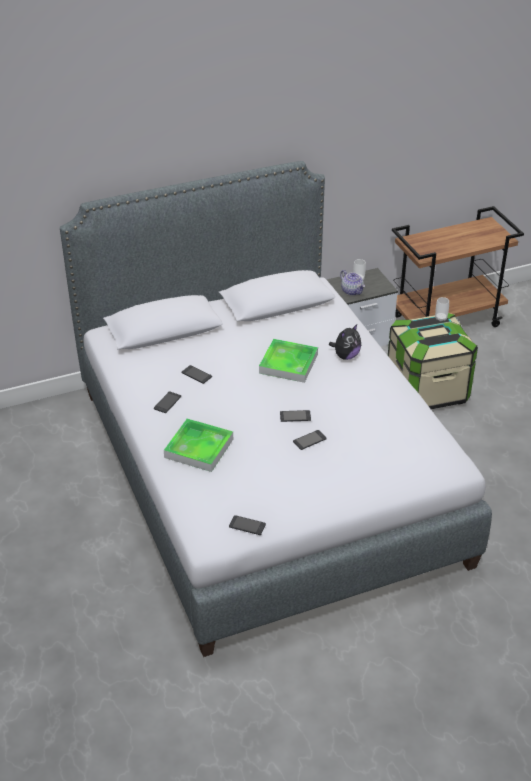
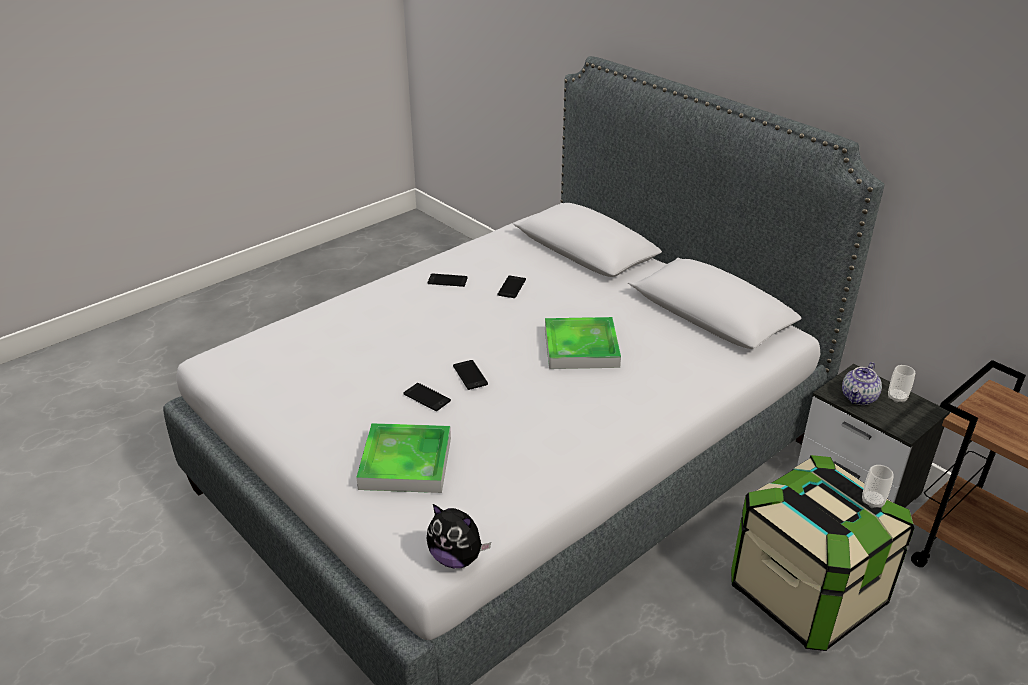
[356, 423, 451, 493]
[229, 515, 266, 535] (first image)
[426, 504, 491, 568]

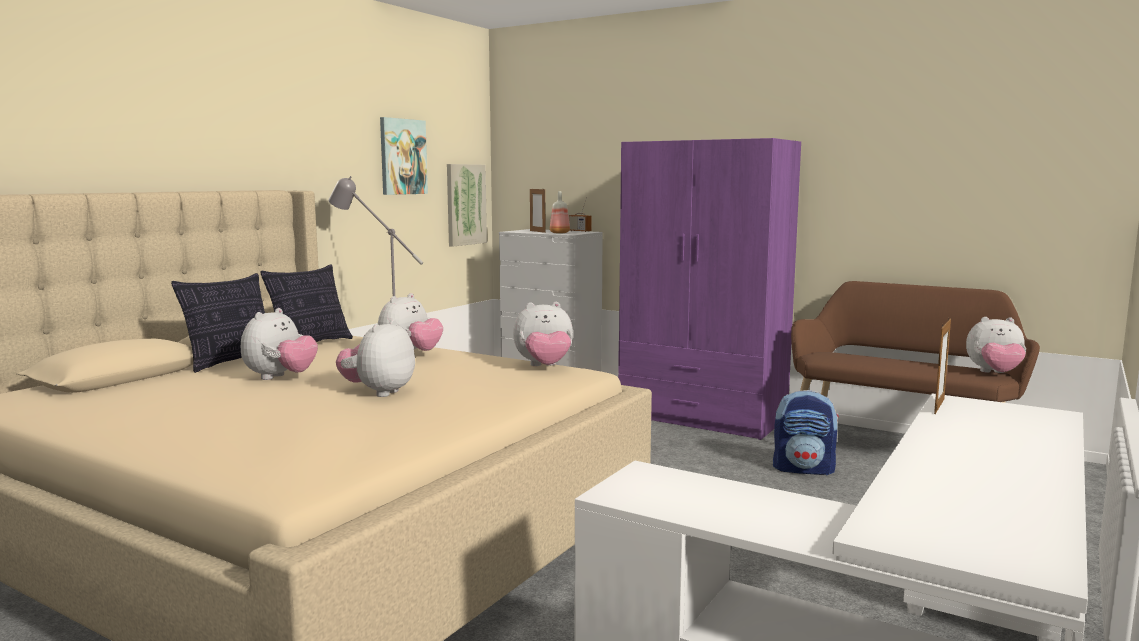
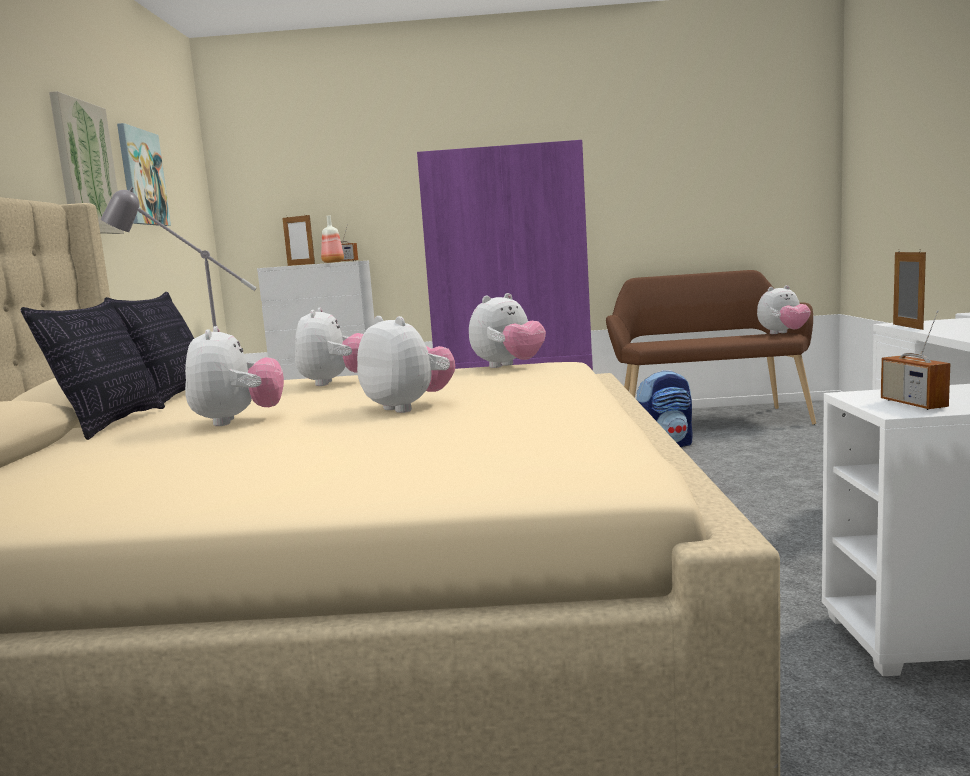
[357, 316, 455, 413]
[49, 91, 124, 234]
[881, 310, 950, 410]

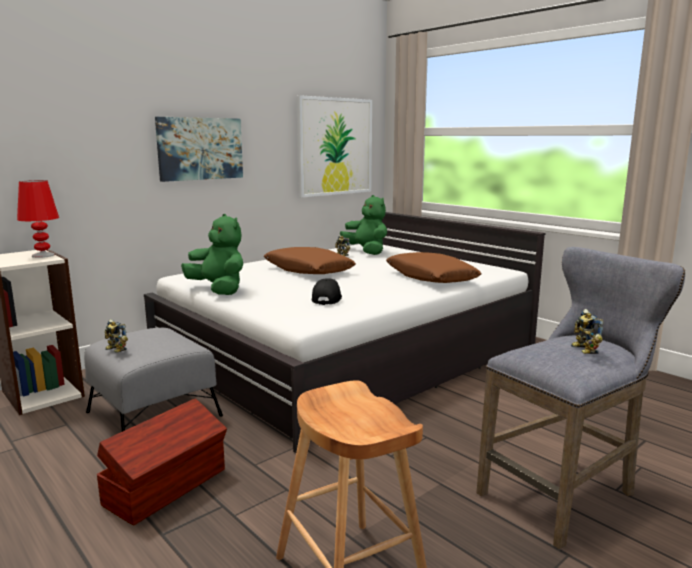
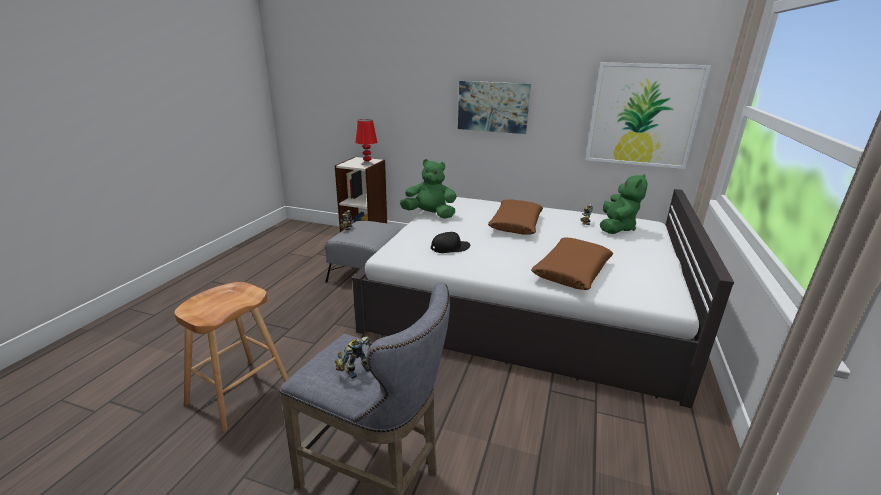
[97, 398, 227, 526] (first image)
[400, 159, 457, 218]

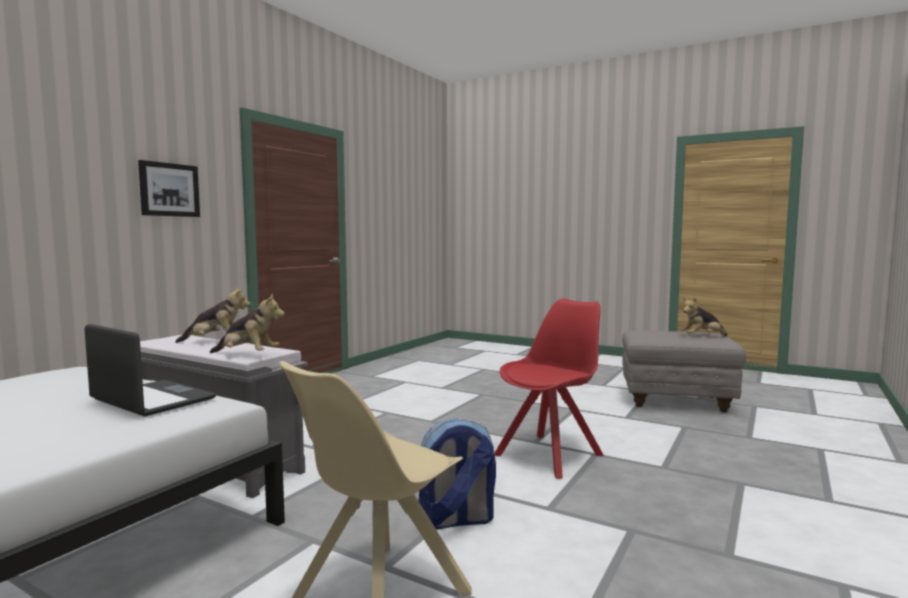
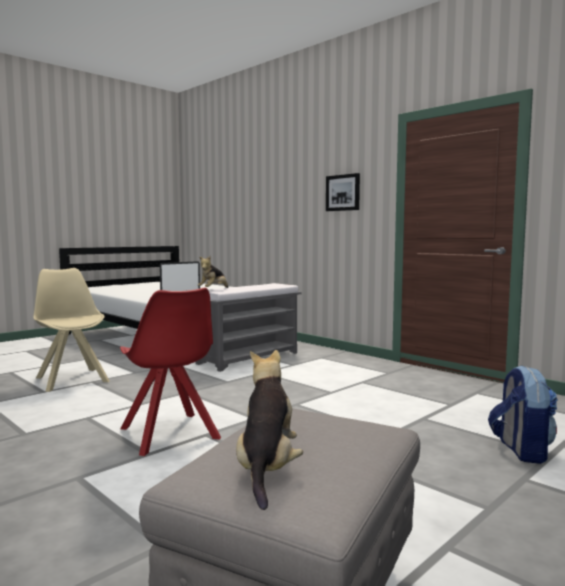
[175, 286, 251, 343] (first image)
[488, 365, 558, 464]

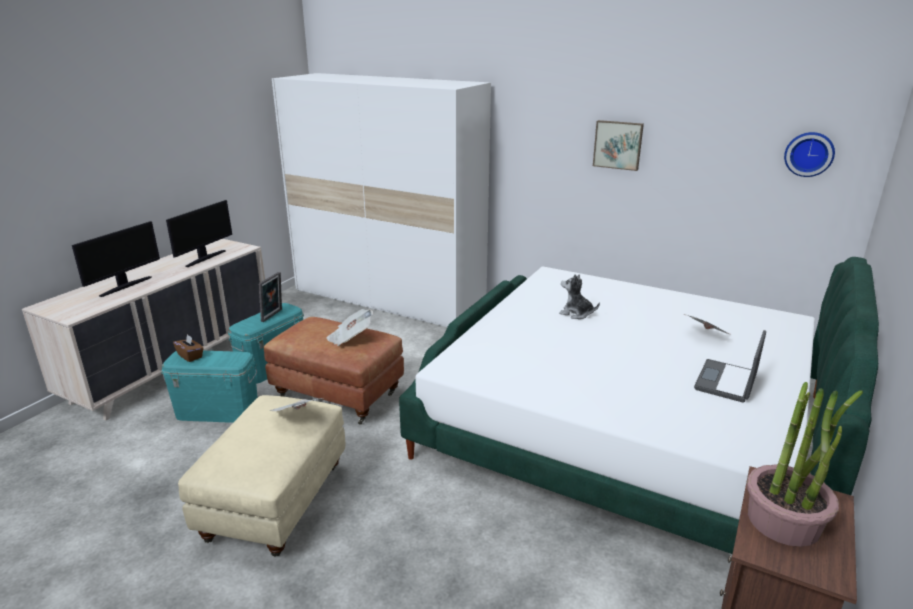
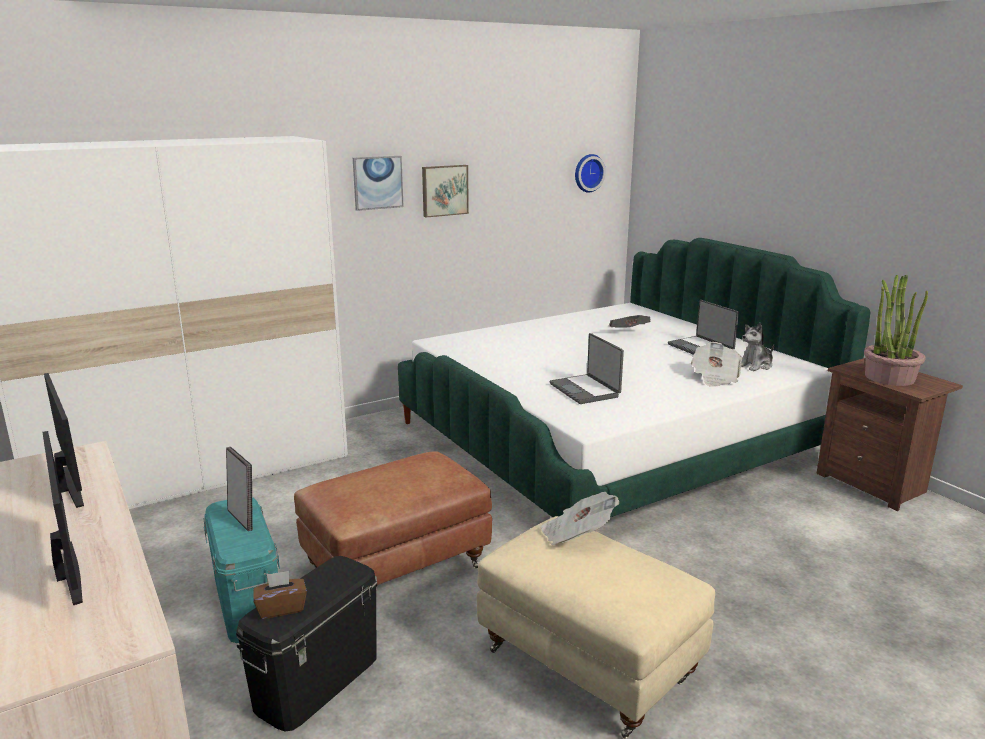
[236, 556, 377, 731]
[691, 342, 742, 387]
[741, 322, 774, 371]
[353, 156, 404, 211]
[549, 333, 624, 404]

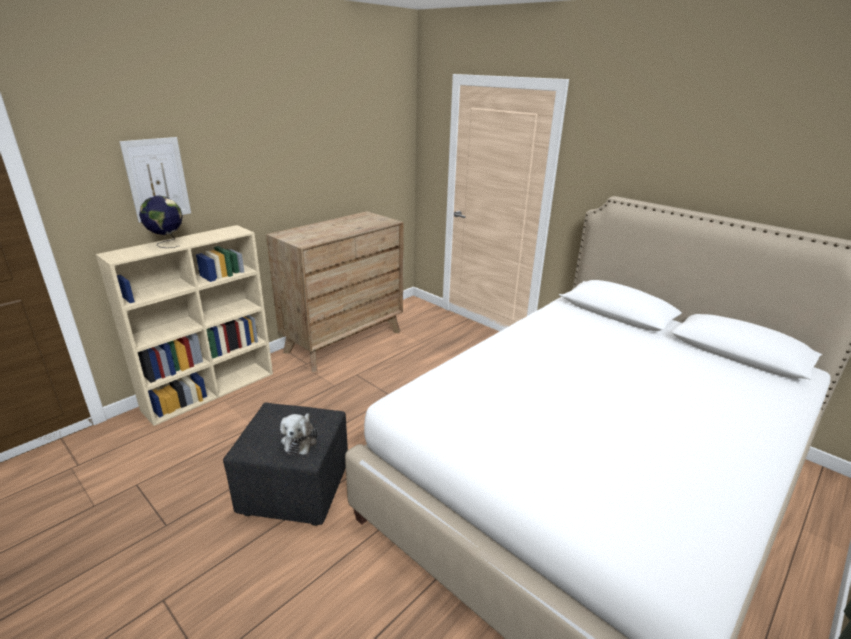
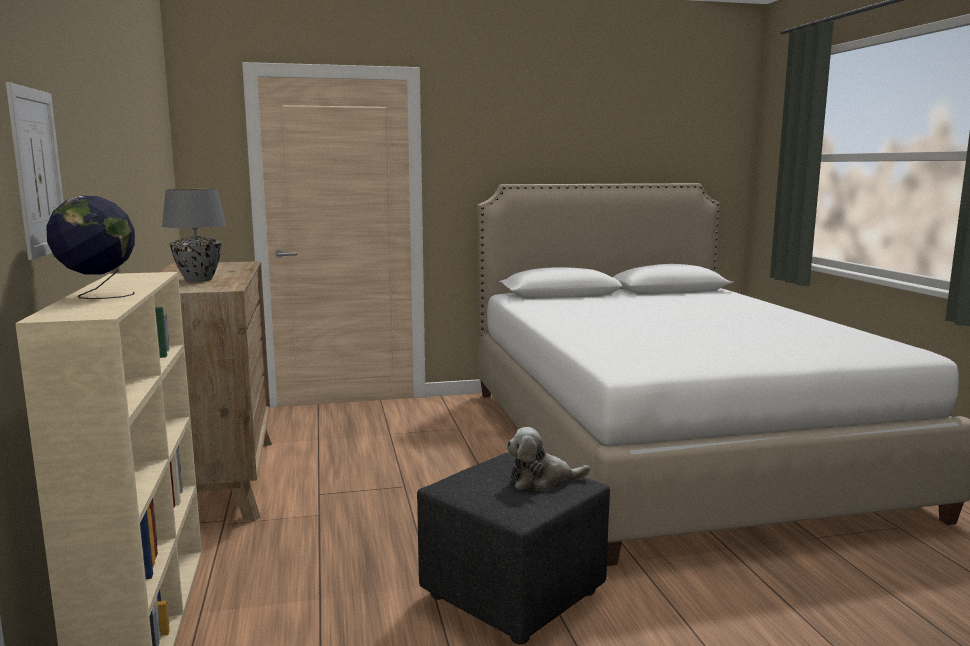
[506, 427, 590, 491]
[162, 189, 226, 282]

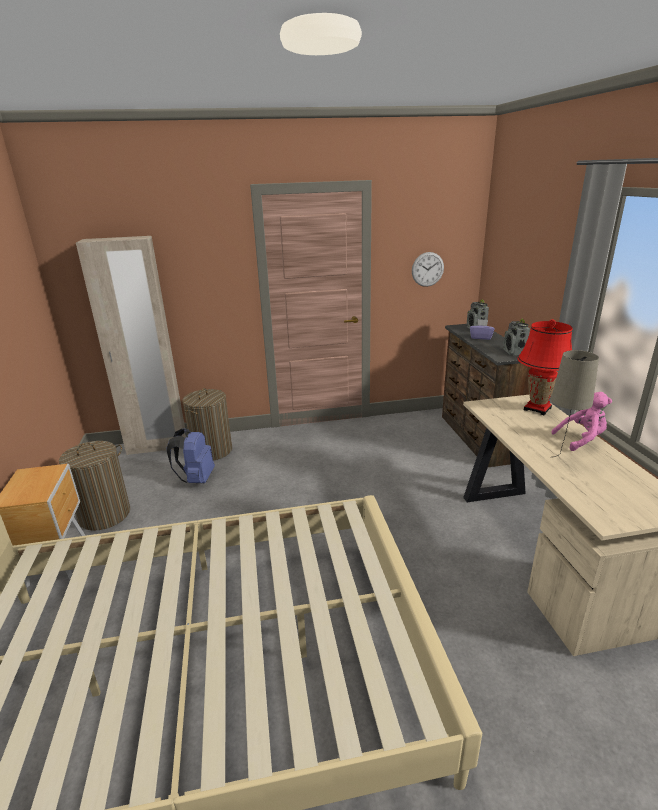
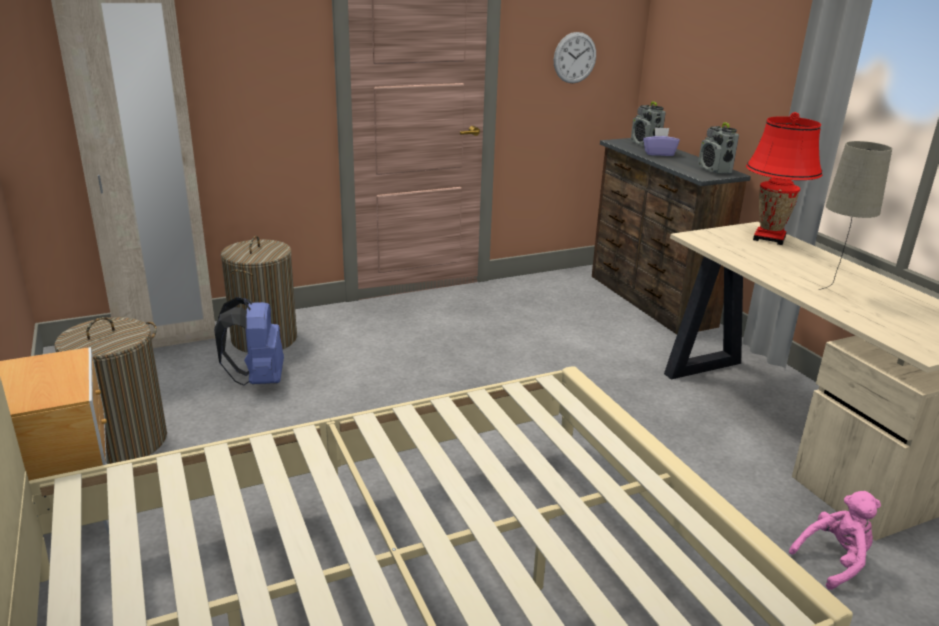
[789, 491, 881, 590]

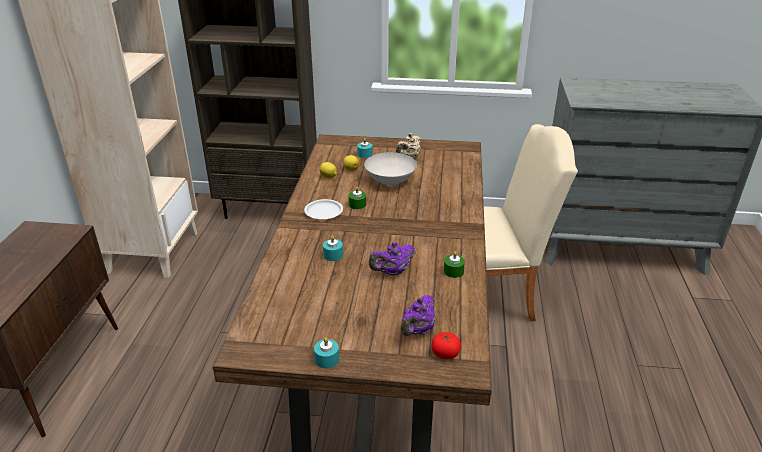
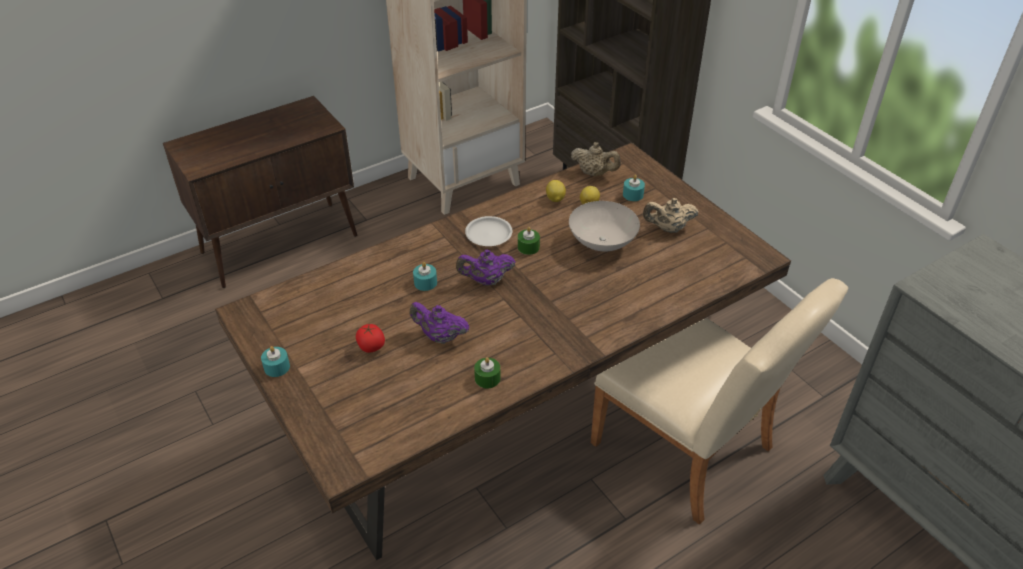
[456, 249, 515, 286]
[356, 324, 385, 353]
[571, 142, 621, 176]

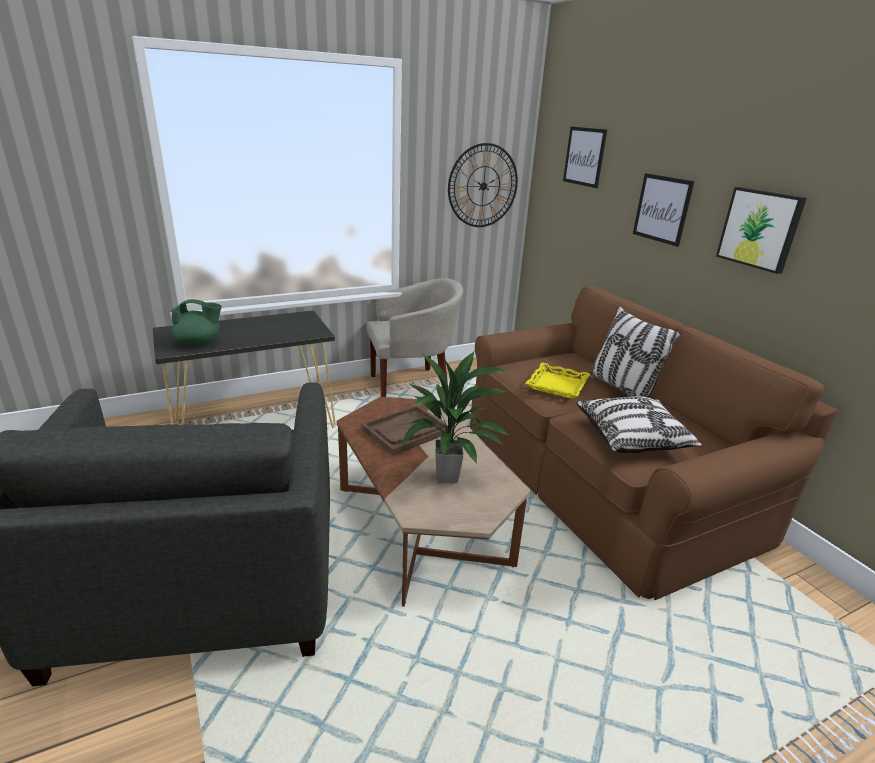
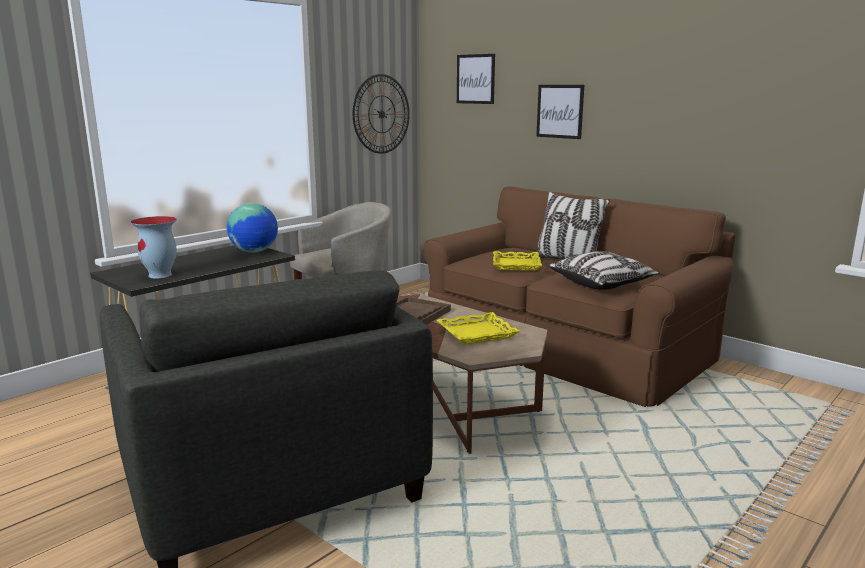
[130, 216, 177, 278]
[437, 312, 520, 345]
[716, 187, 807, 274] (first image)
[227, 203, 278, 253]

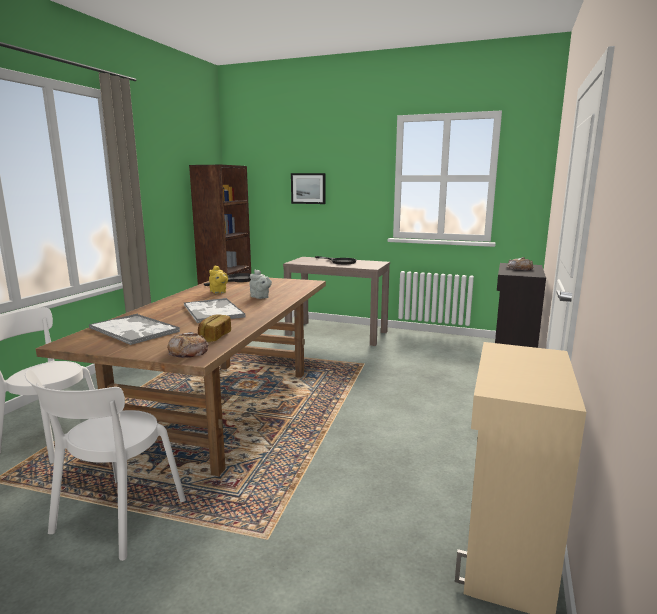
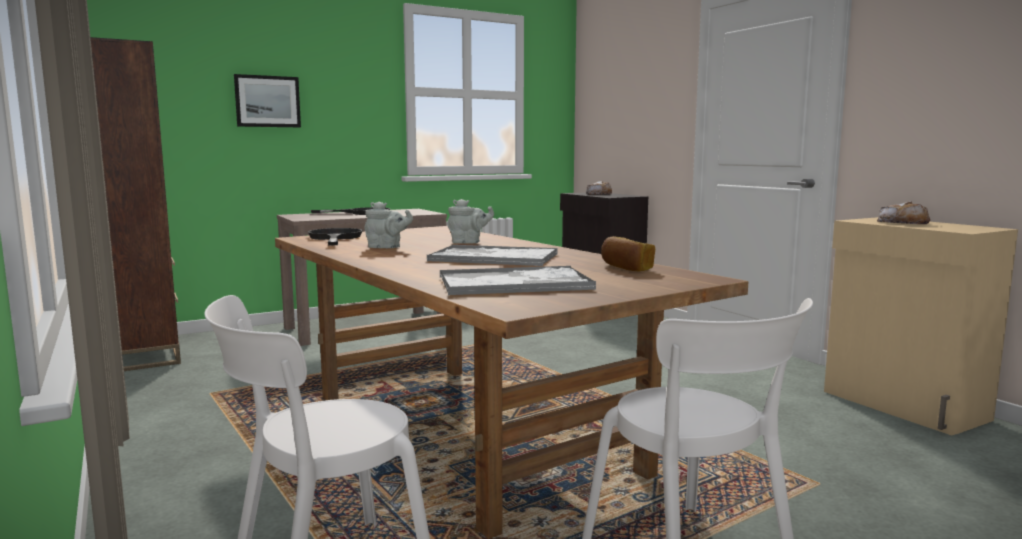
[877, 201, 930, 224]
[365, 201, 413, 248]

